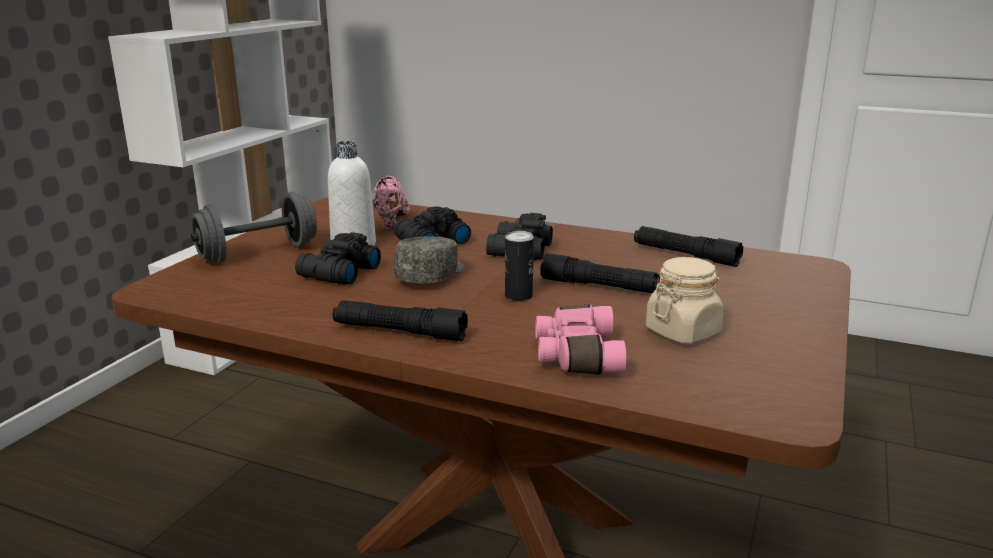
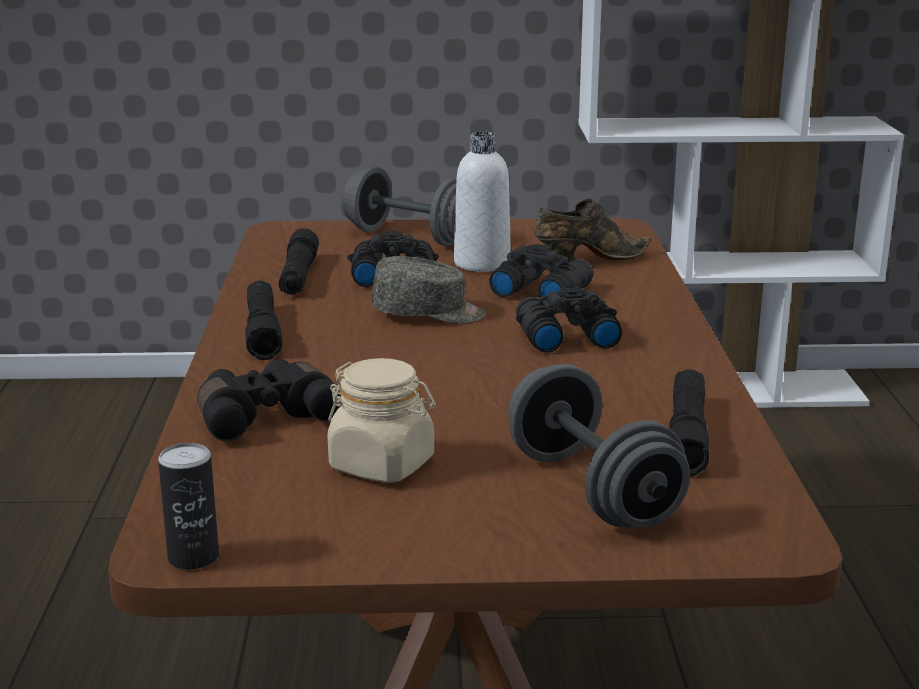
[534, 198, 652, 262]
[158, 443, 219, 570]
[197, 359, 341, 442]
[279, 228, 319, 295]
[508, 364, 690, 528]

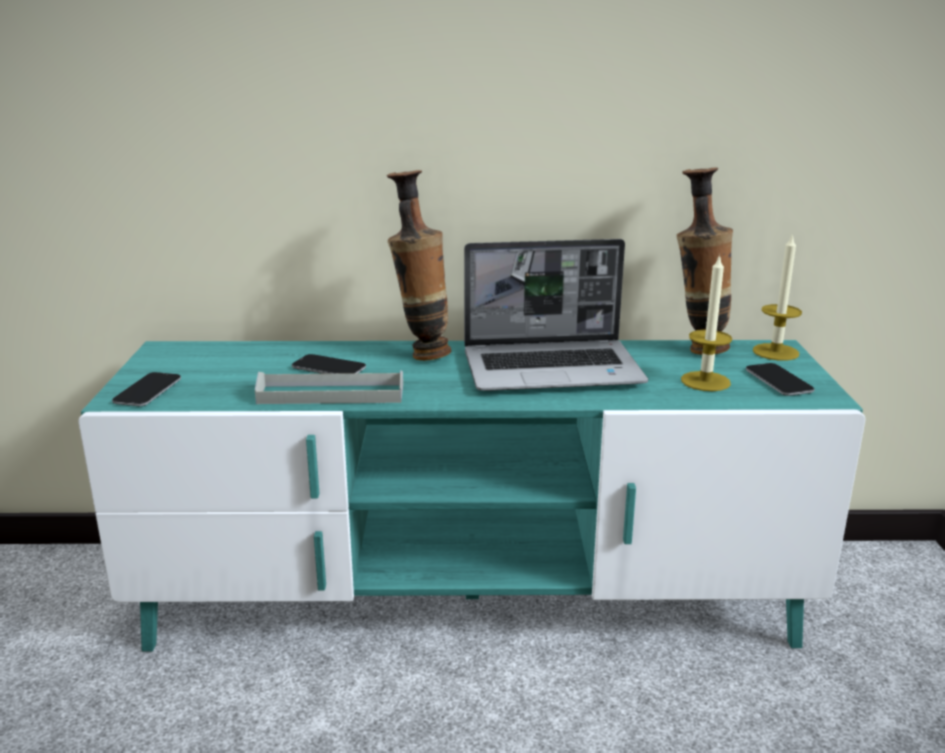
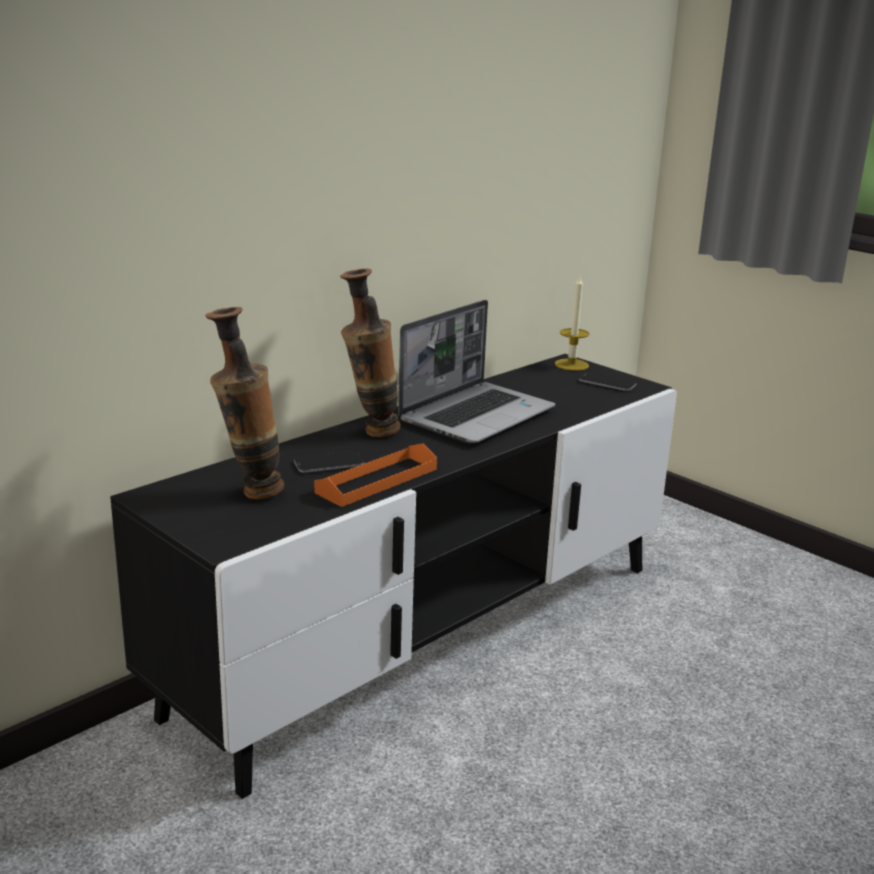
[110, 354, 677, 799]
[112, 372, 181, 406] (first image)
[314, 443, 437, 507]
[205, 307, 284, 499]
[681, 254, 732, 391] (first image)

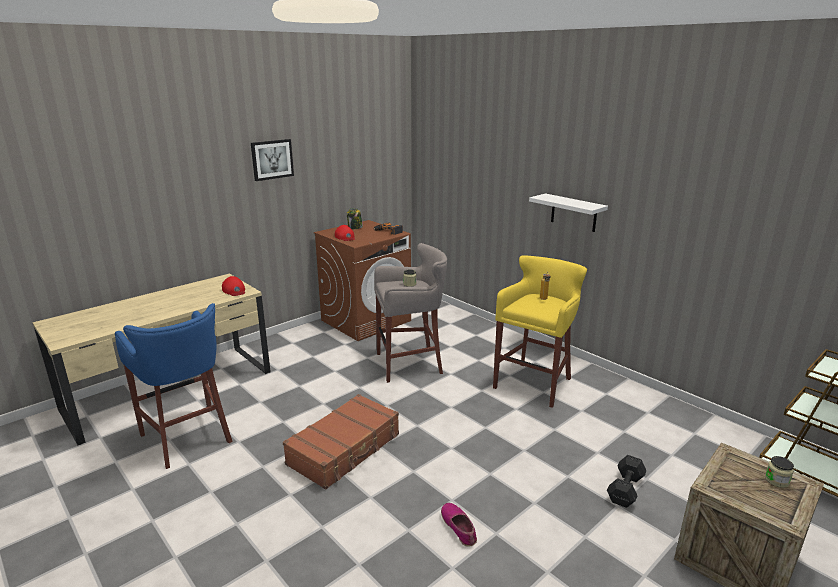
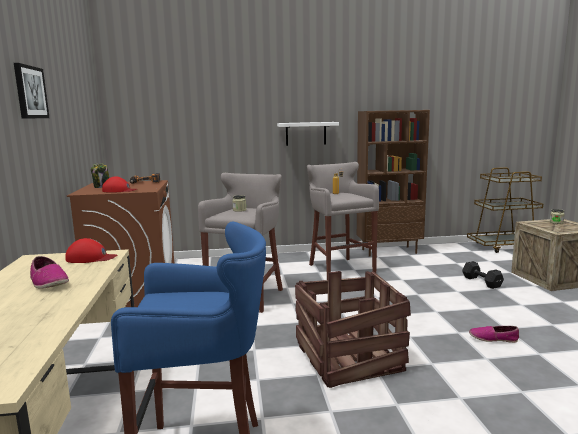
[295, 271, 411, 388]
[307, 162, 379, 280]
[30, 256, 69, 288]
[357, 110, 430, 257]

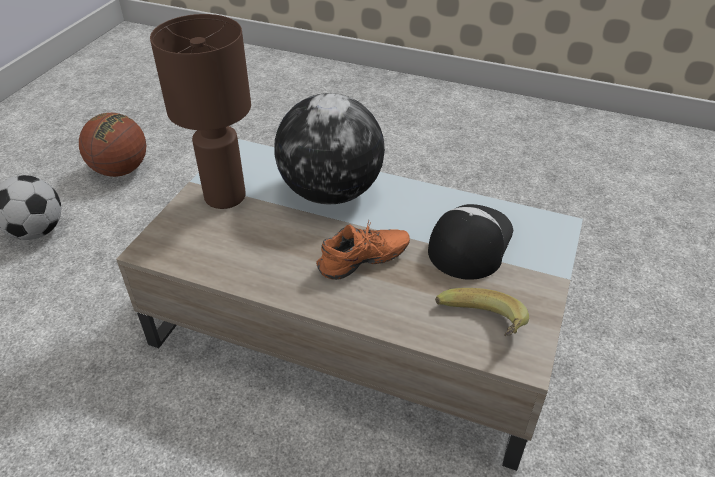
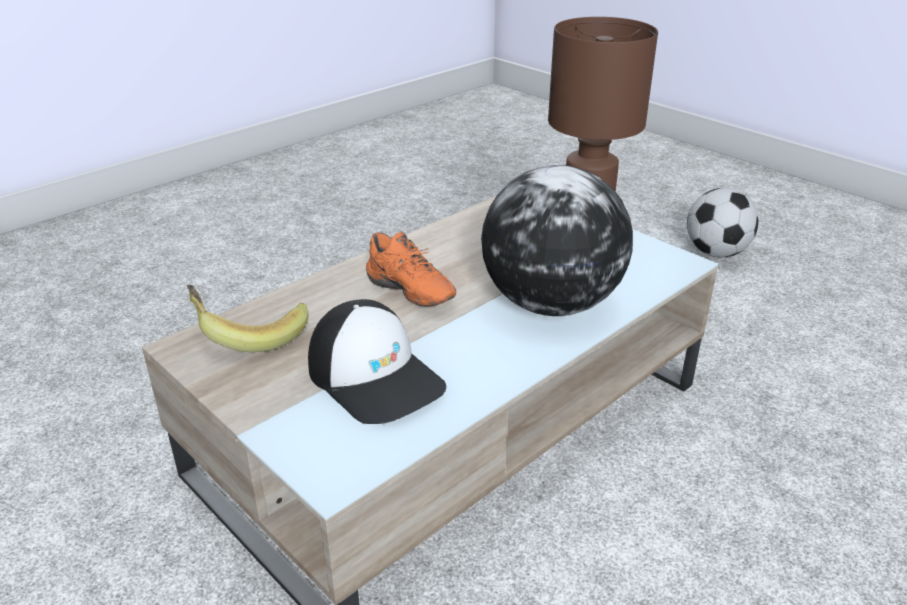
[79, 113, 146, 177] (first image)
[366, 231, 456, 307]

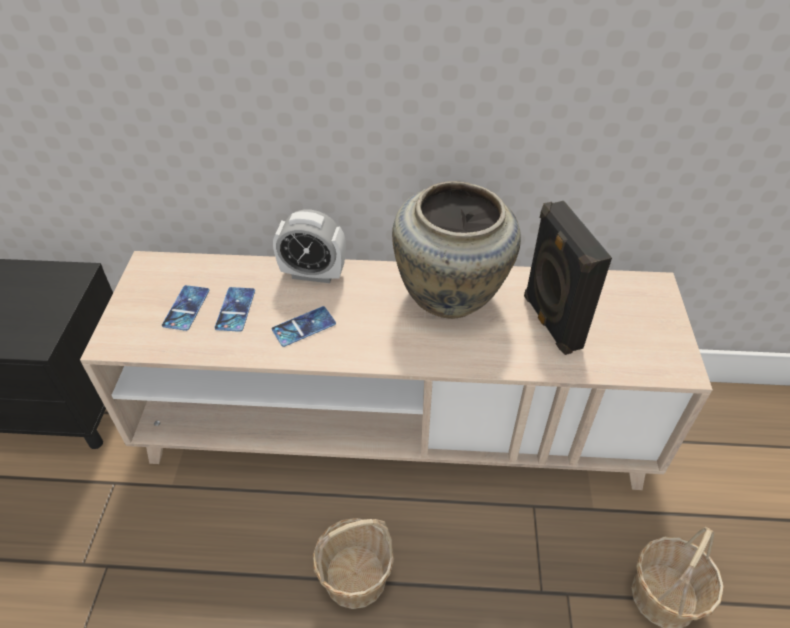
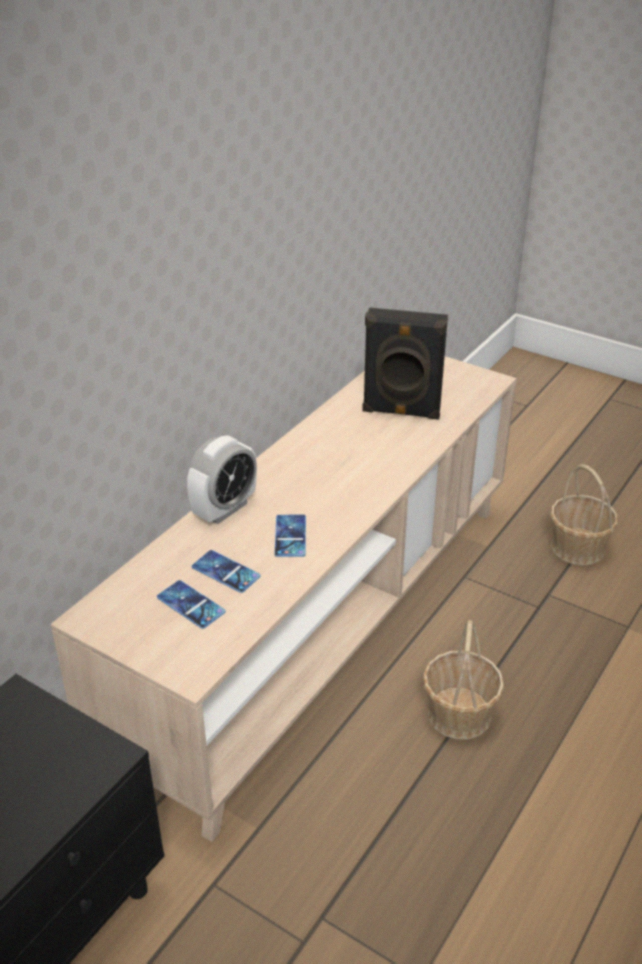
[392, 181, 521, 319] (first image)

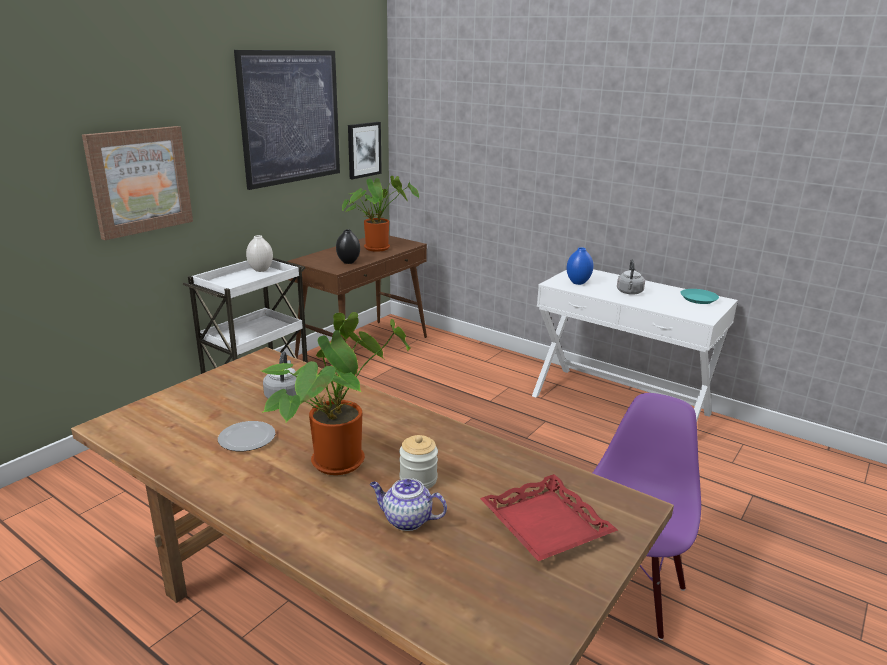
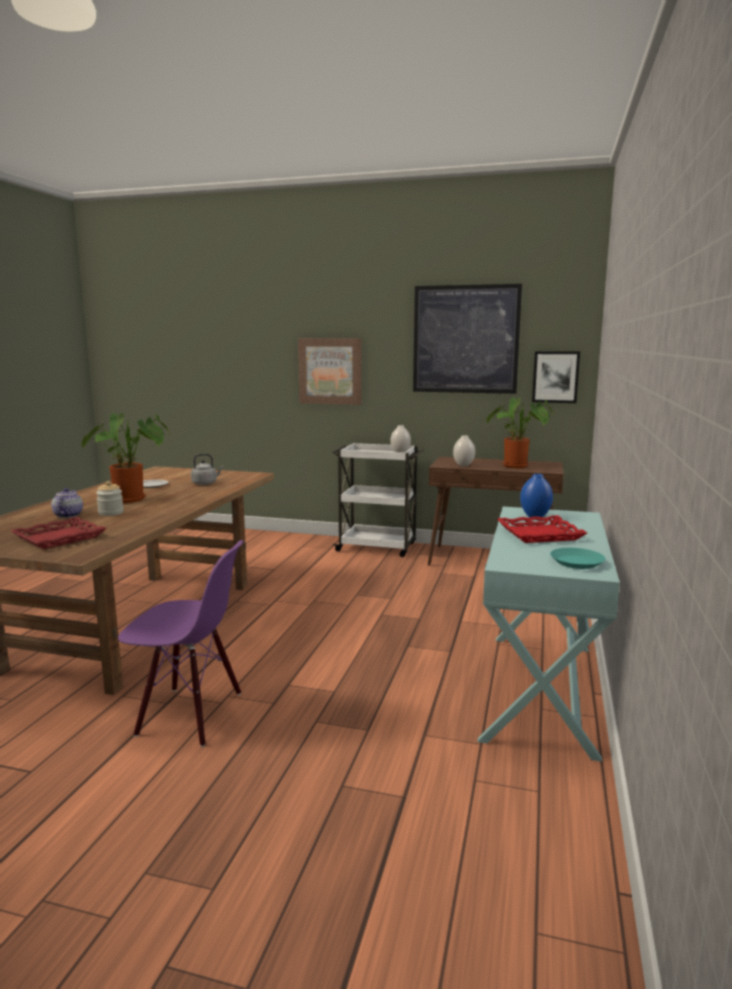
[453, 436, 475, 466]
[477, 506, 620, 762]
[497, 515, 587, 543]

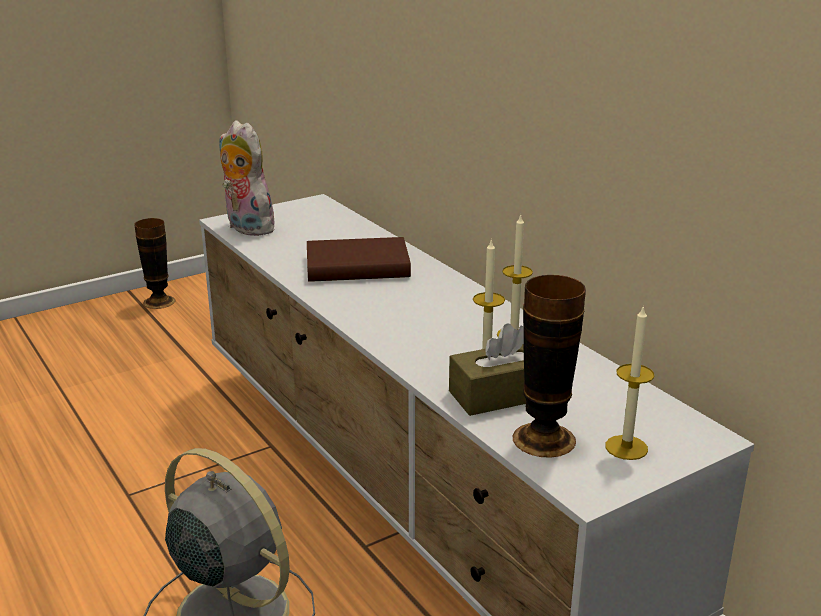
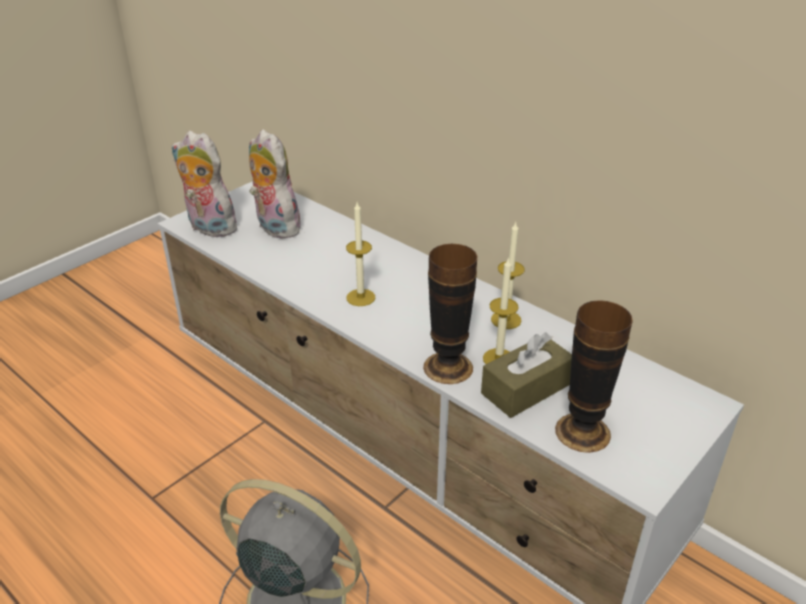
[423, 244, 477, 384]
[307, 237, 411, 282] (first image)
[346, 202, 375, 306]
[249, 129, 301, 239]

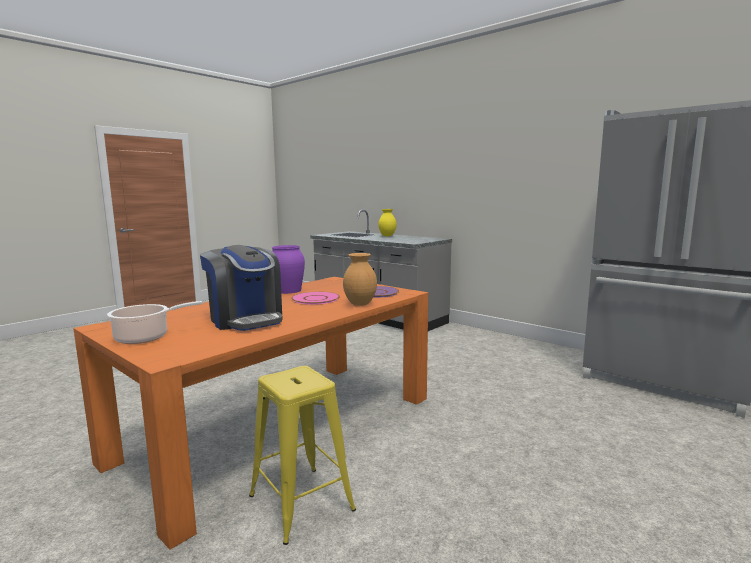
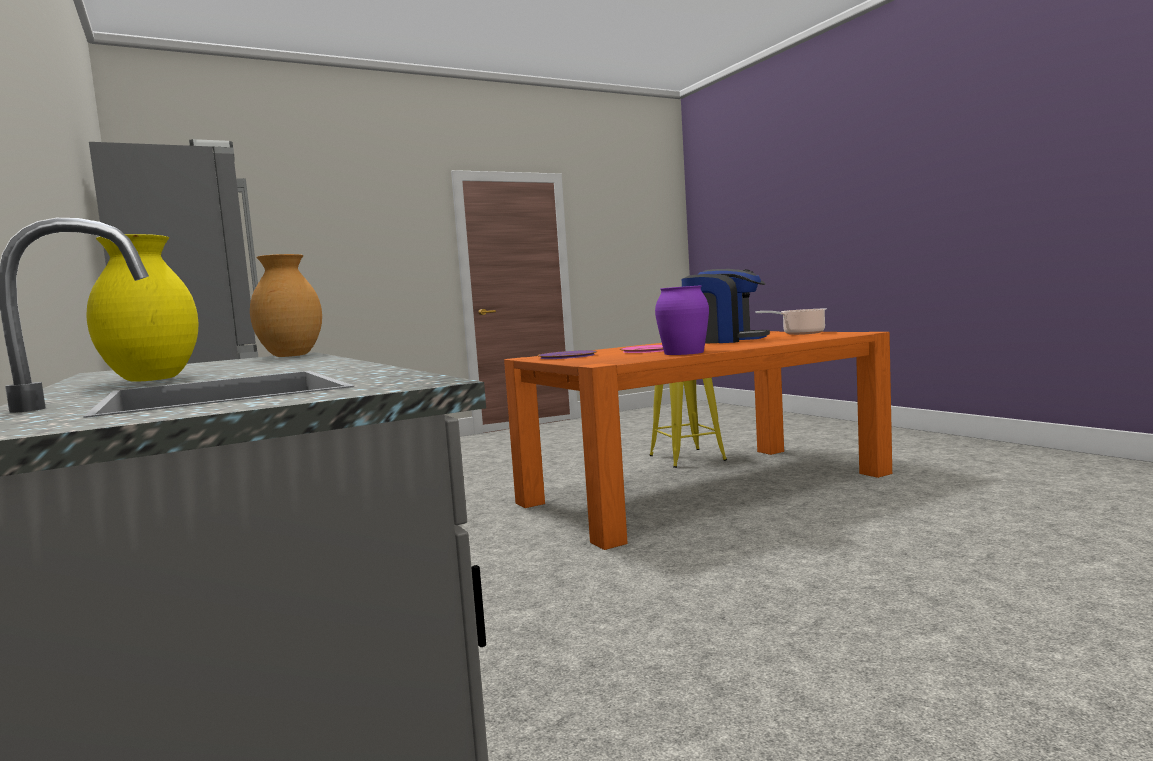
[681, 269, 770, 344]
[250, 254, 322, 357]

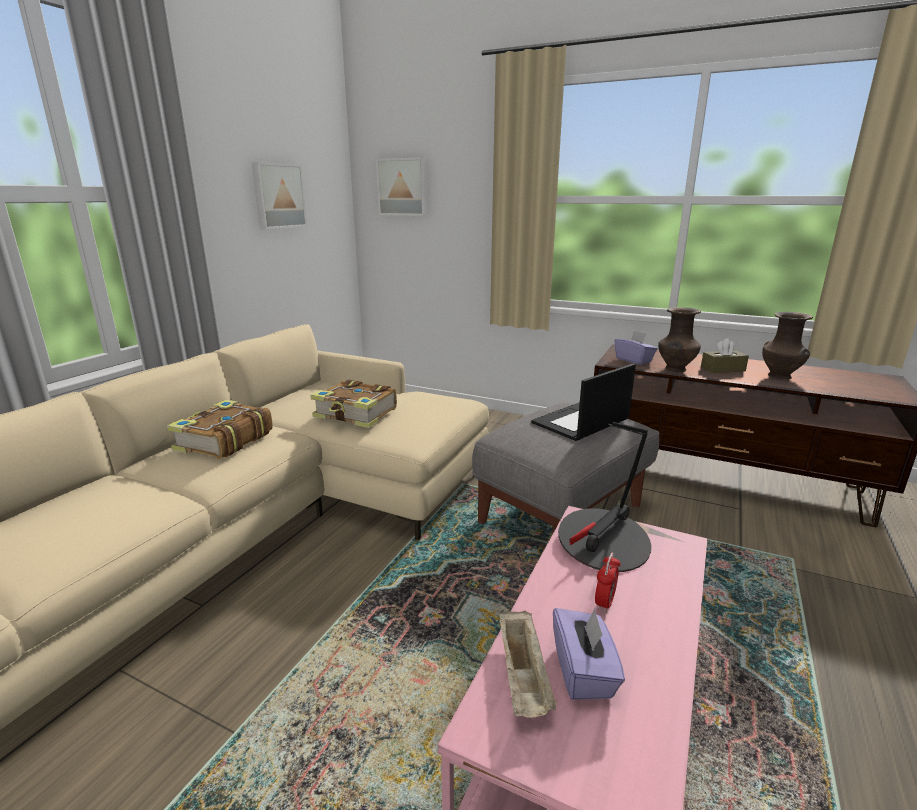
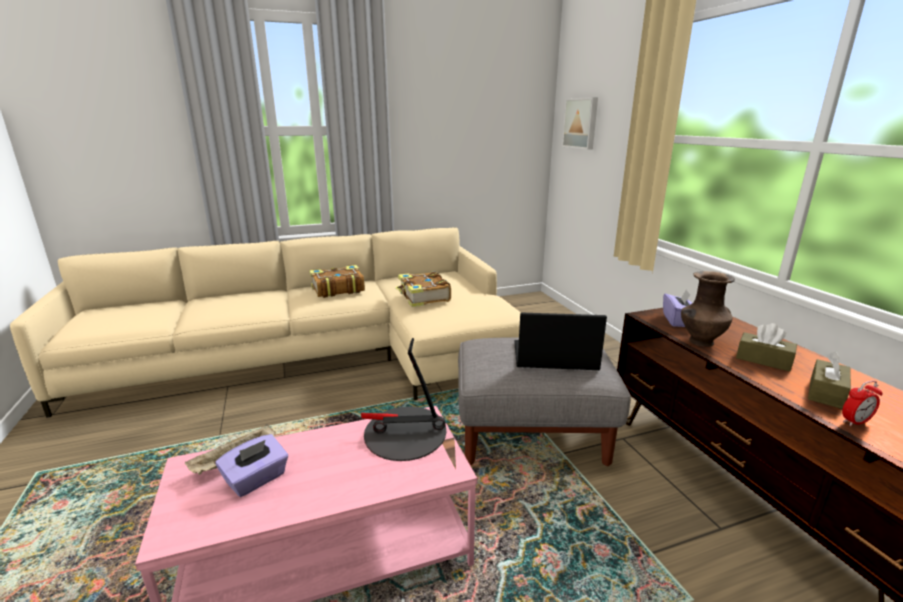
[251, 162, 307, 230] (first image)
[842, 380, 883, 426]
[808, 352, 851, 409]

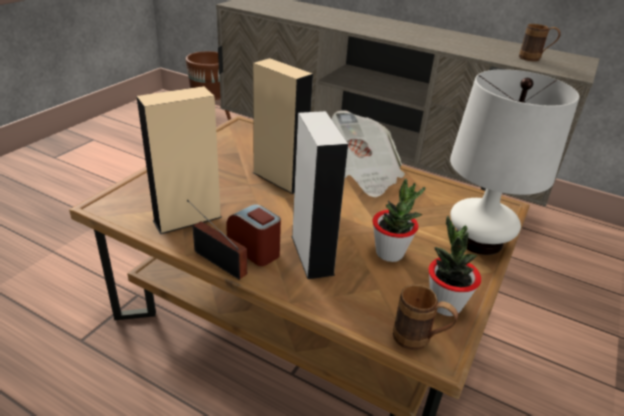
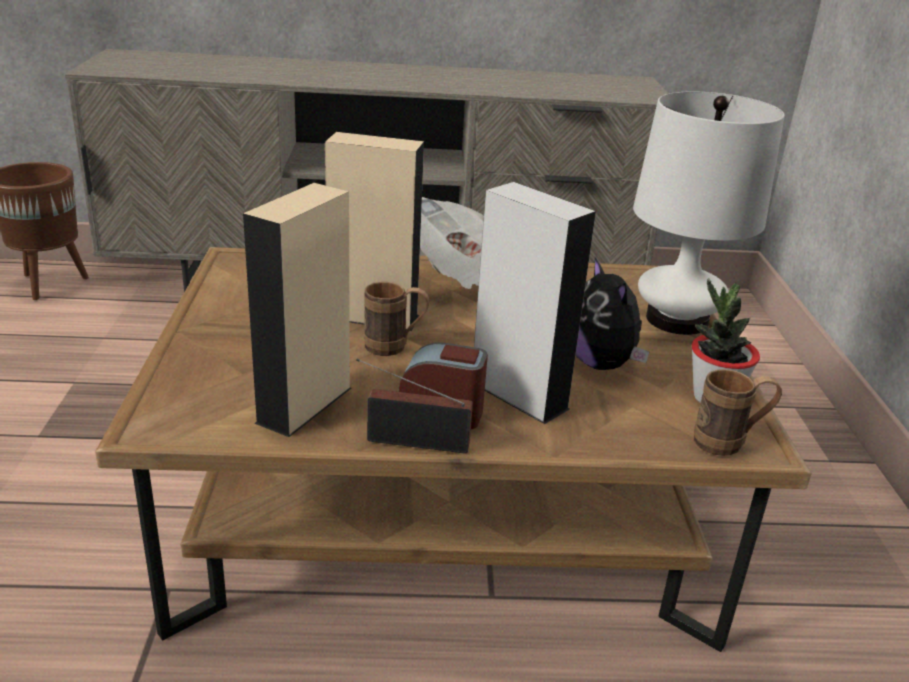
[576, 257, 649, 370]
[364, 282, 430, 356]

